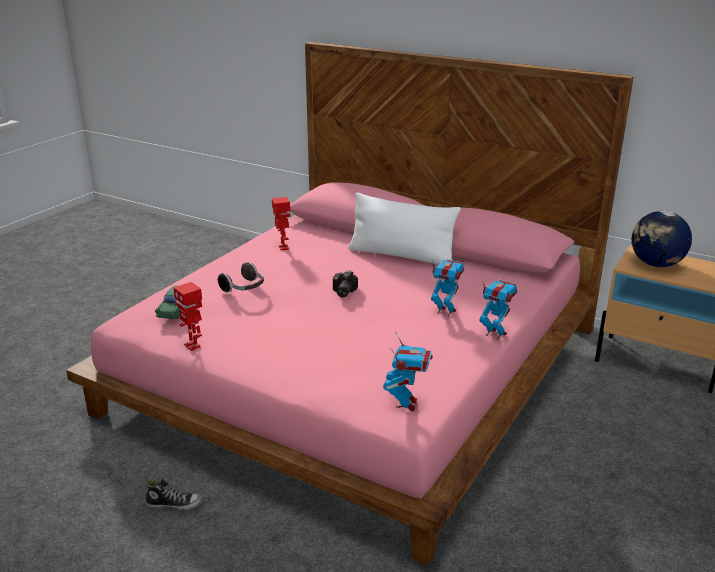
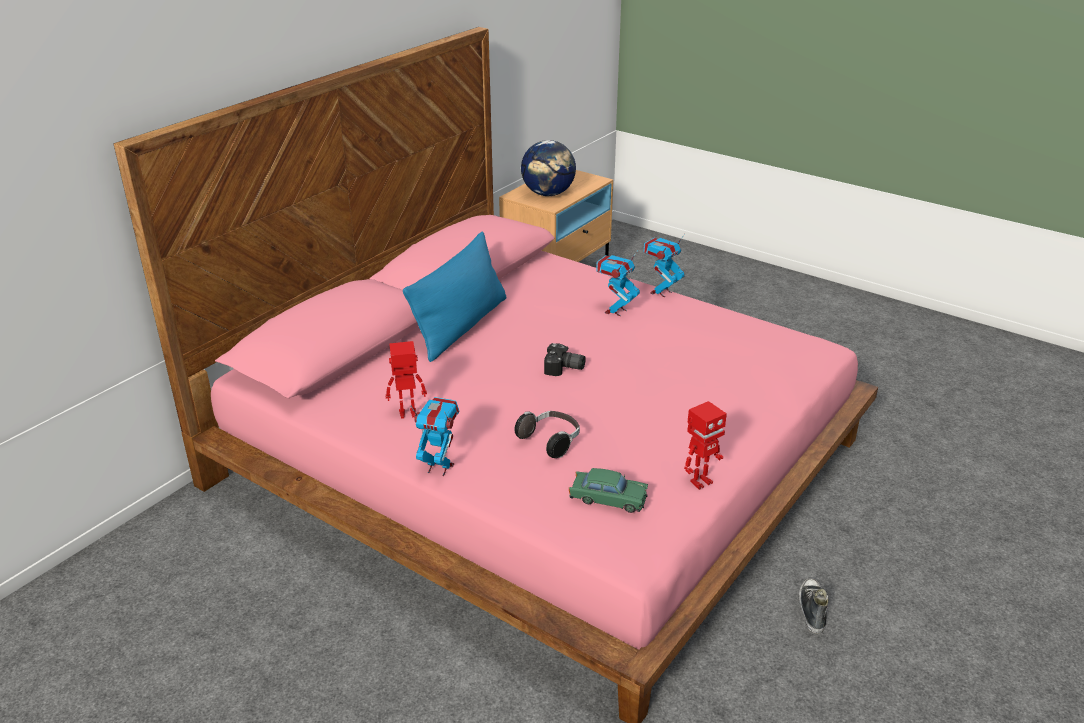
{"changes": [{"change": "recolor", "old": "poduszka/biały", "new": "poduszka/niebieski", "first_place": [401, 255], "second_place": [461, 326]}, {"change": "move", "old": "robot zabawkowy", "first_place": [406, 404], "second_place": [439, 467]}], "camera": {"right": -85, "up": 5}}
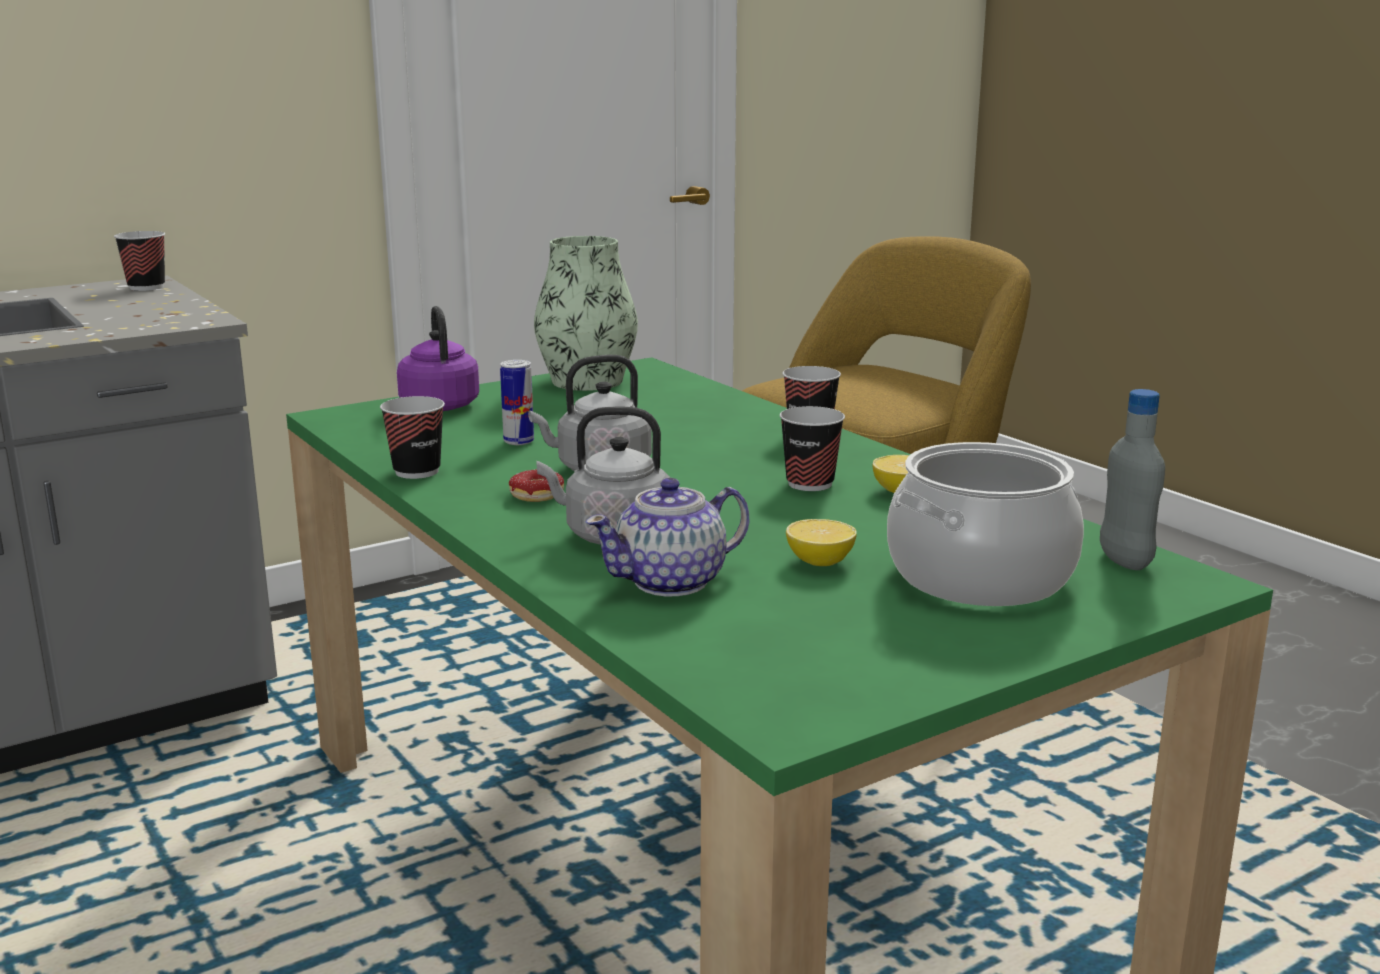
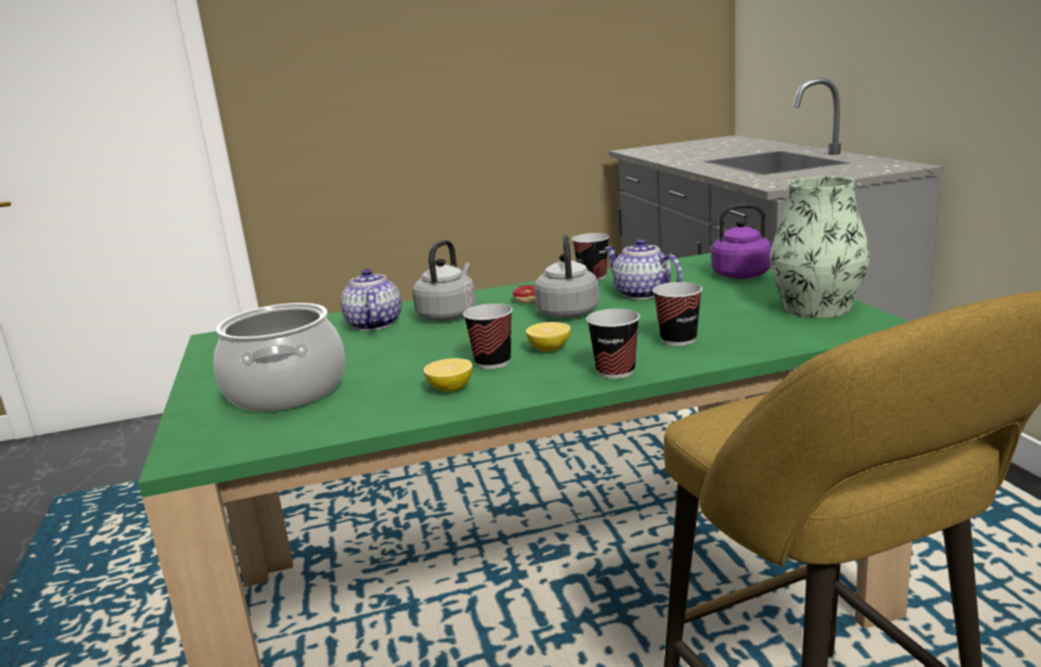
{"changes": [{"change": "move", "old": "cytryna", "first_place": [819, 562], "second_place": [549, 349]}, {"change": "replace", "old": "puszka", "new": "imbryk", "first_place": [518, 442], "second_place": [642, 294]}, {"change": "move", "old": "filiżanka", "first_place": [146, 287], "second_place": [678, 340]}, {"change": "delete", "old": "butelka/szary", "first_place": [1124, 561]}], "camera": {"right": 110, "up": 0}}
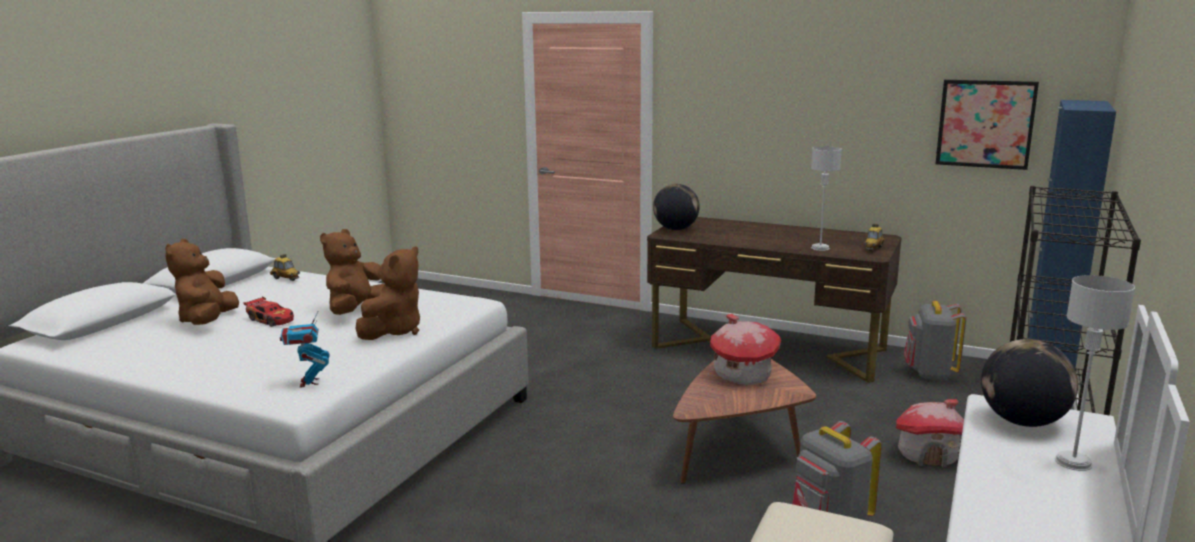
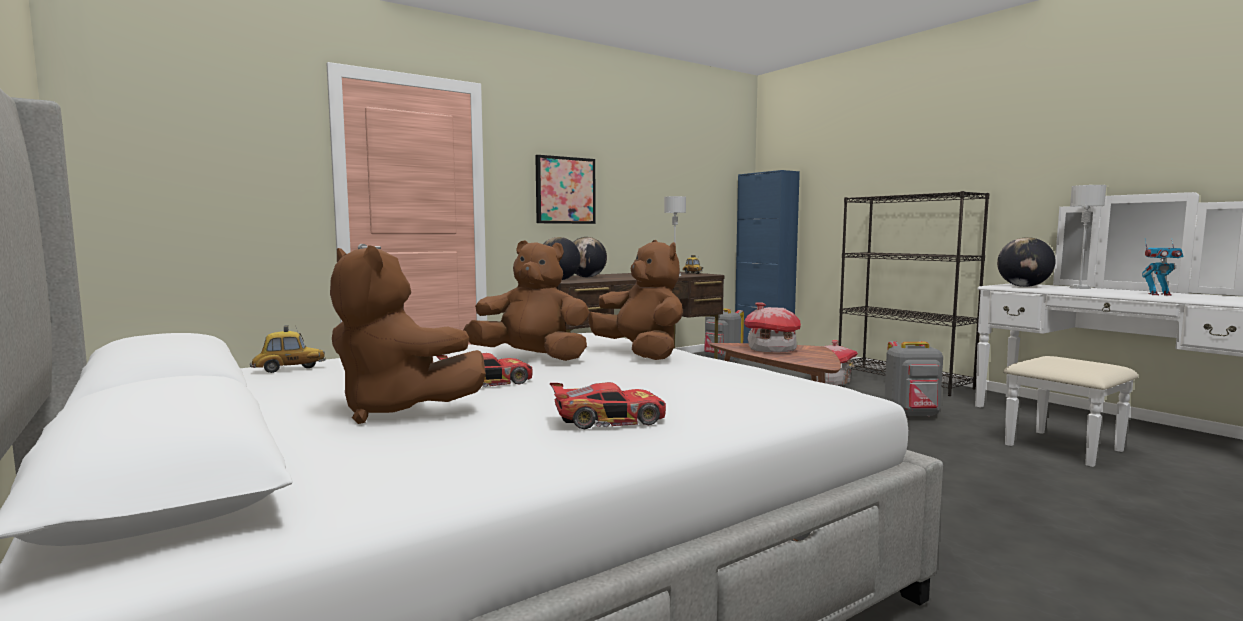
{"changes": [{"change": "rotate", "old": "pluszak/brązowy", "first_place": [356, 311], "second_place": [532, 358], "degrees": 135}, {"change": "move", "old": "obraz", "first_place": [985, 123], "second_place": [565, 190]}, {"change": "insert", "new": "samochodzik", "second_place": [609, 420]}, {"change": "insert", "new": "globus", "second_place": [586, 277]}, {"change": "move", "old": "robot zabawkowy", "first_place": [309, 382], "second_place": [1158, 294]}], "camera": {"right": -60, "up": -10}}
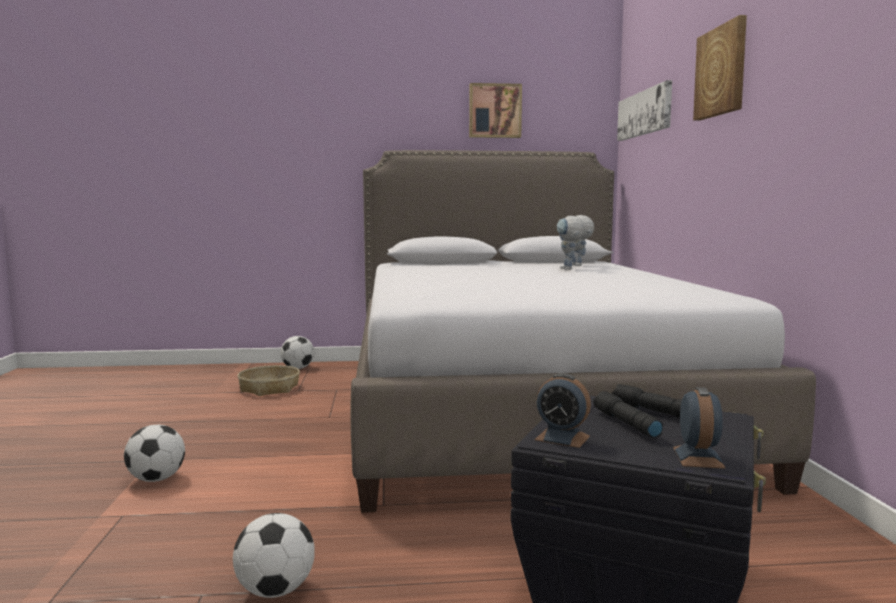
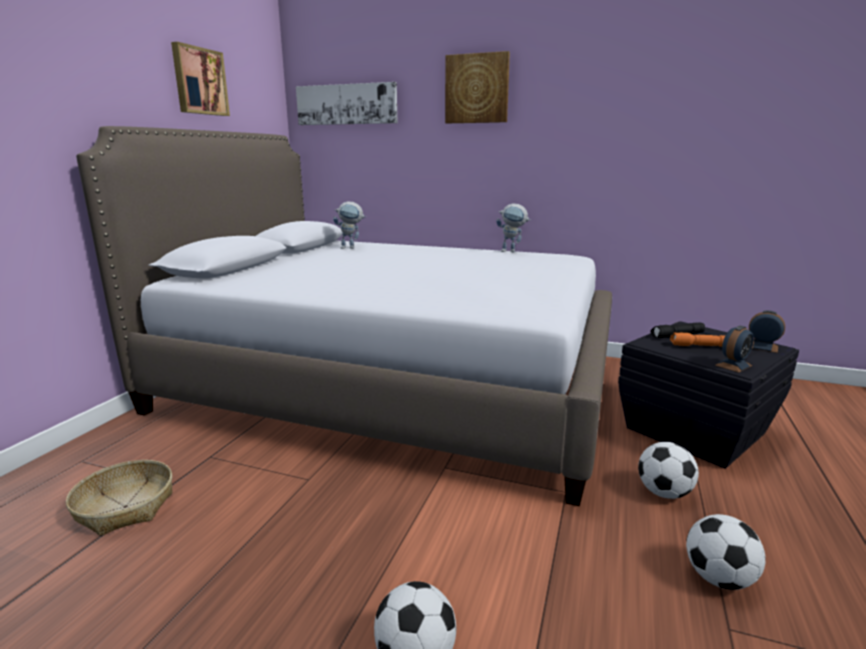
{"changes": [{"change": "move", "old": "robot zabawkowy", "first_place": [569, 269], "second_place": [512, 251]}, {"change": "move", "old": "piłka futbolowa", "first_place": [298, 368], "second_place": [664, 493]}, {"change": "recolor", "old": "latarka/czarny", "new": "latarka/pomarańczowy", "first_place": [625, 424], "second_place": [701, 346]}], "camera": {"right": -65, "up": 10}}
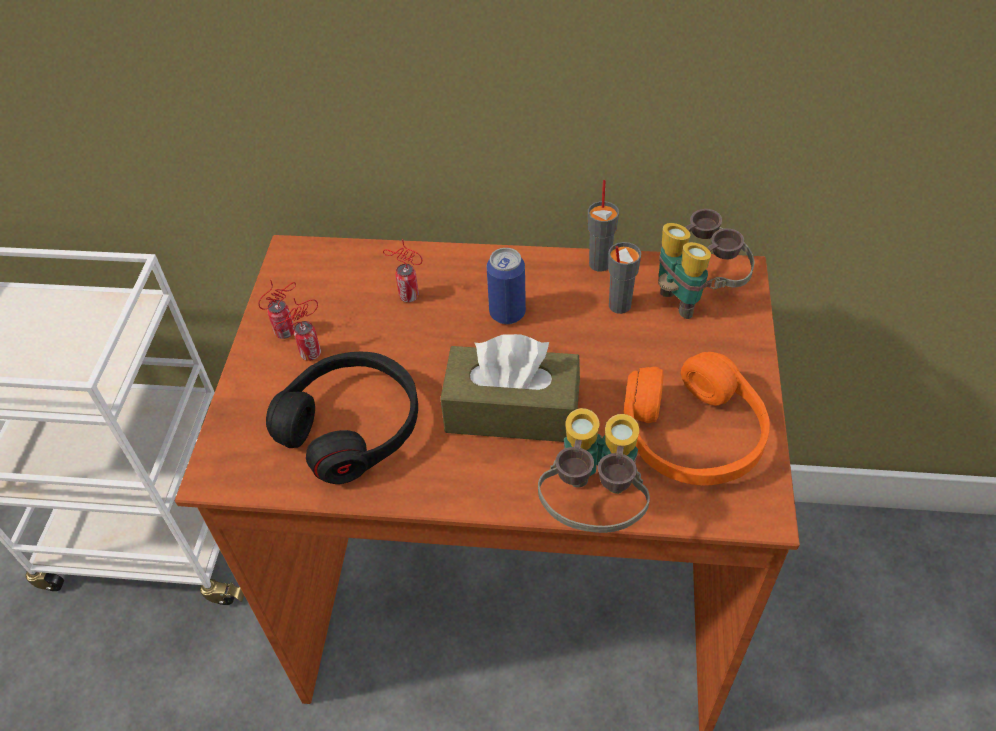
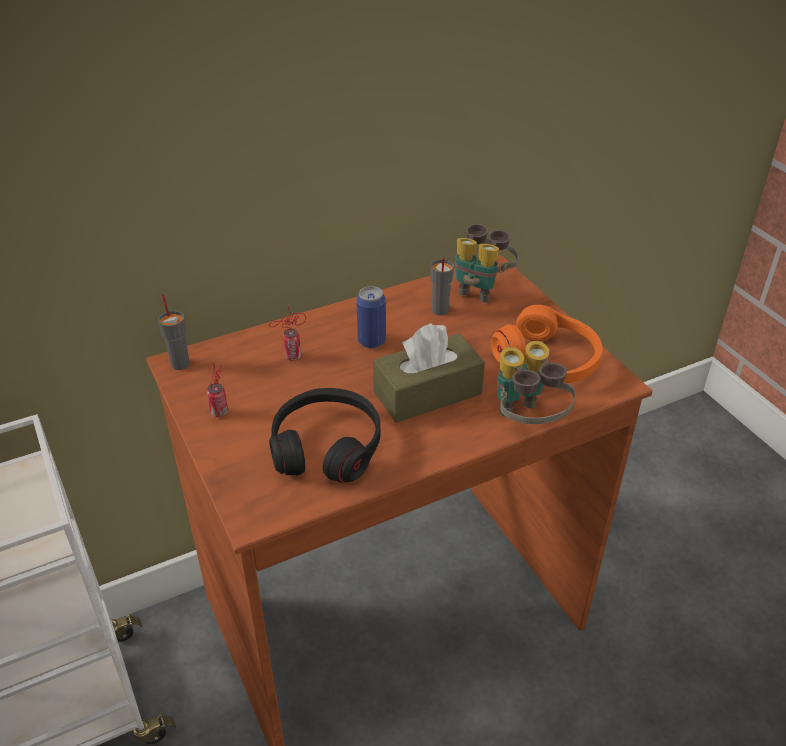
{"changes": [{"change": "move", "old": "filiżanka/szary", "first_place": [600, 263], "second_place": [180, 363]}, {"change": "delete", "old": "puszka", "first_place": [308, 355]}], "camera": {"right": -35, "up": -10}}
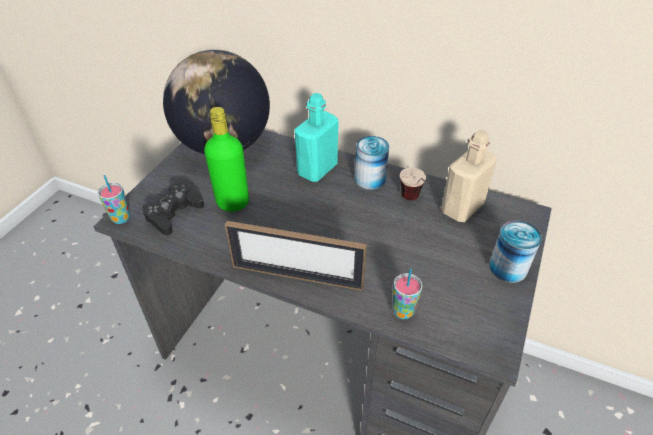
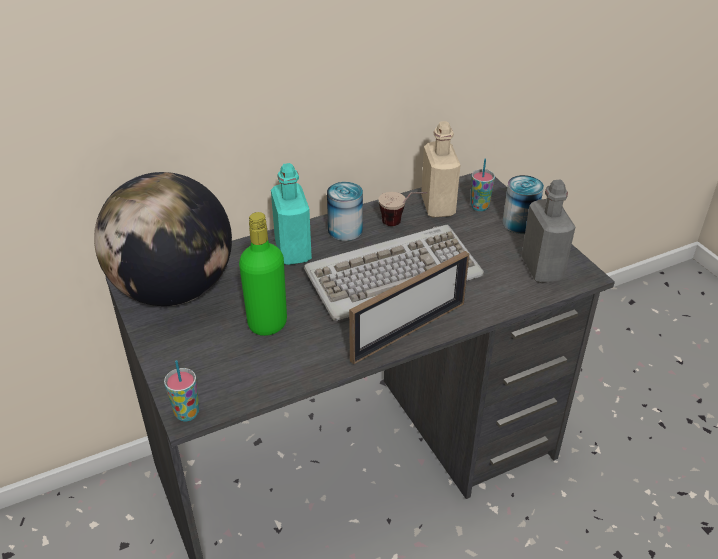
{"changes": [{"change": "insert", "new": "klawiatura", "second_place": [393, 275]}, {"change": "move", "old": "filiżanka", "first_place": [403, 311], "second_place": [479, 207]}, {"change": "insert", "new": "butelka/szary", "second_place": [542, 268]}, {"change": "delete", "old": "pad do gier/czarny", "first_place": [173, 213]}], "camera": {"right": -50, "up": -5}}
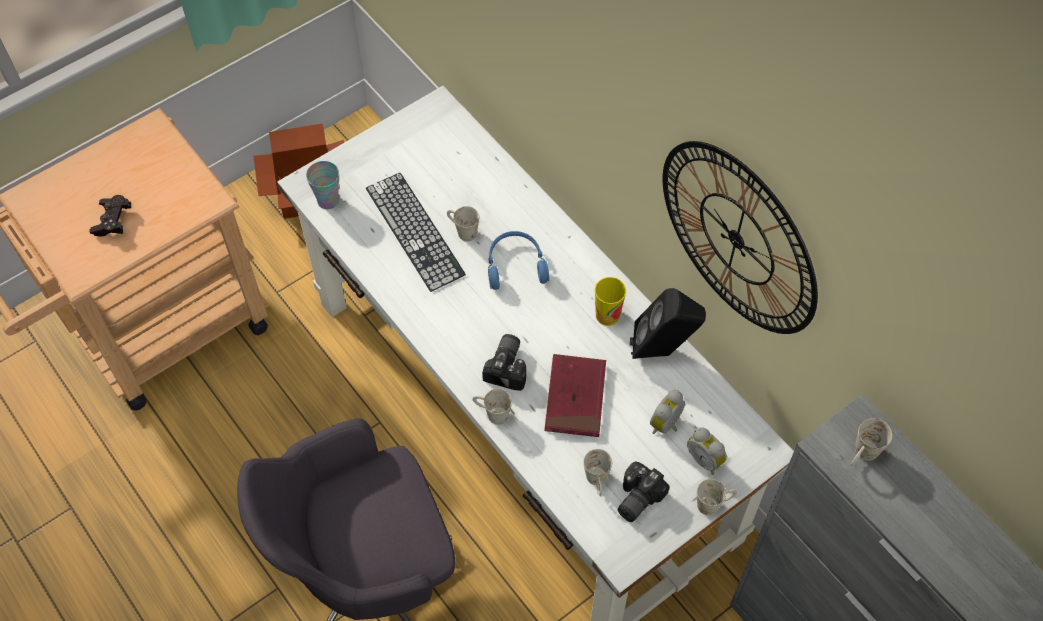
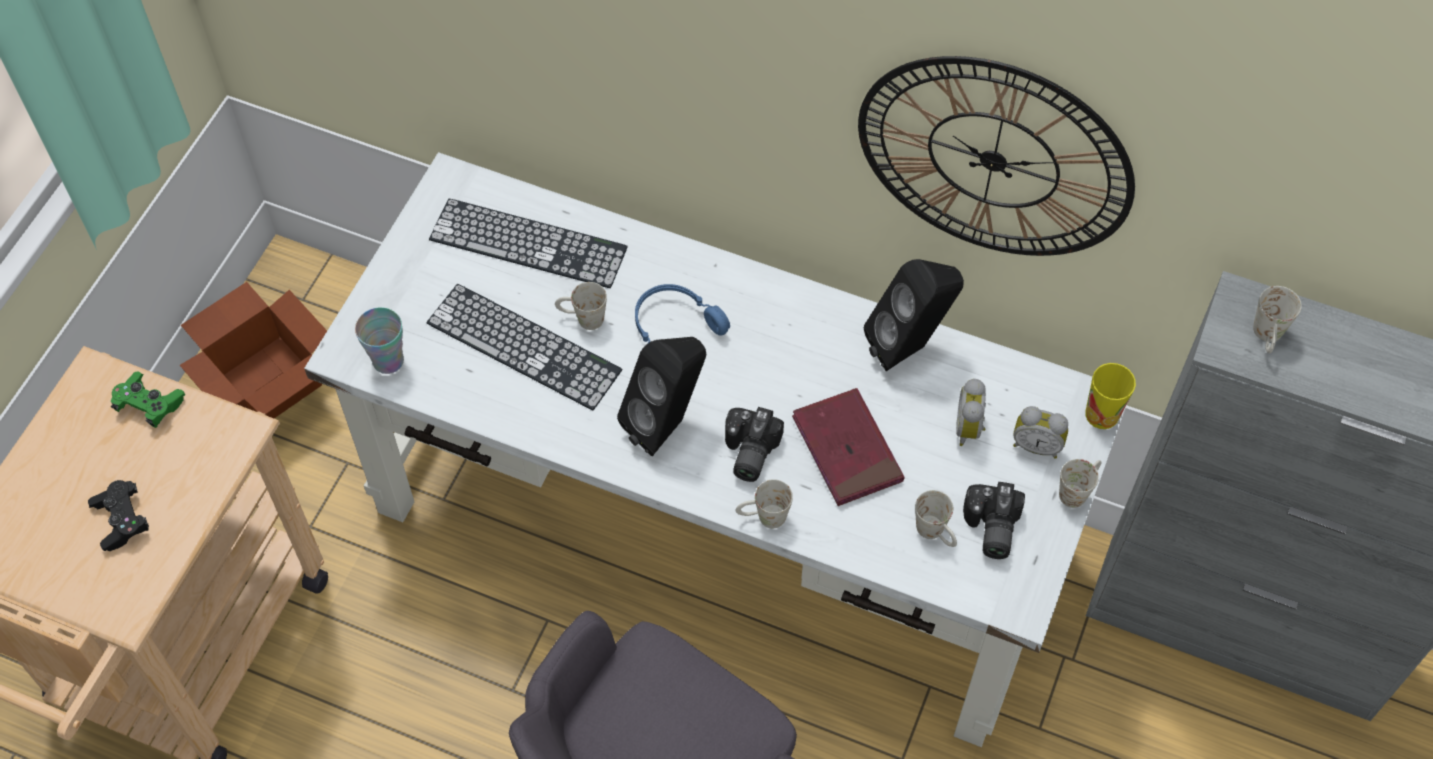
{"changes": [{"change": "insert", "new": "pad do gier/zielony", "second_place": [149, 405]}, {"change": "insert", "new": "klawiatura", "second_place": [528, 243]}, {"change": "insert", "new": "głośnik/czarny", "second_place": [667, 423]}, {"change": "rotate", "old": "aparat fotograficzny", "first_place": [509, 367], "second_place": [747, 452], "degrees": -150}, {"change": "move", "old": "filiżanka", "first_place": [607, 315], "second_place": [1102, 414]}], "camera": {"right": -30, "up": 0}}
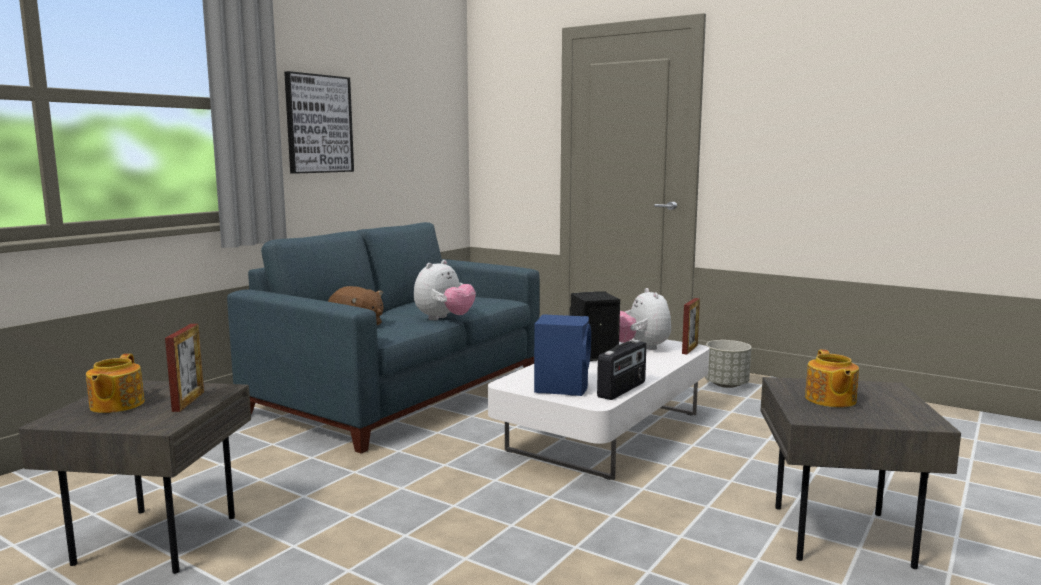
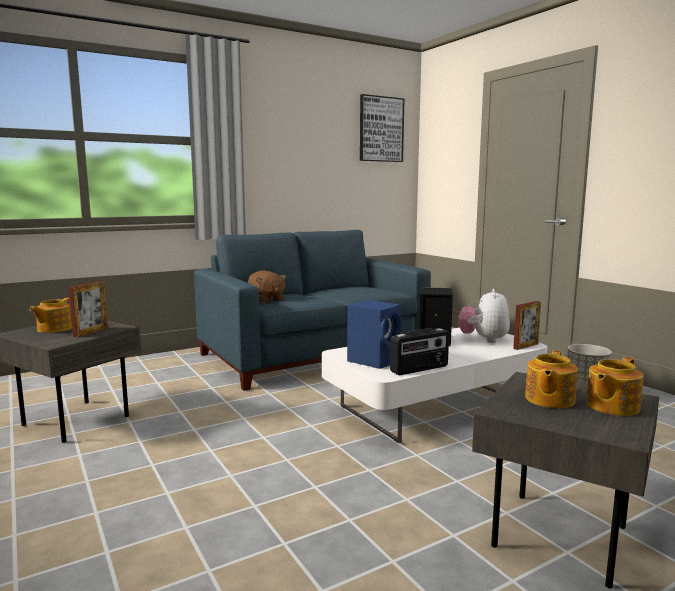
{"changes": [{"change": "move", "old": "obraz", "first_place": [318, 124], "second_place": [381, 129]}, {"change": "insert", "new": "imbryk", "second_place": [611, 406]}, {"change": "delete", "old": "pluszak", "first_place": [444, 319]}], "camera": {"right": 25, "up": 0}}
